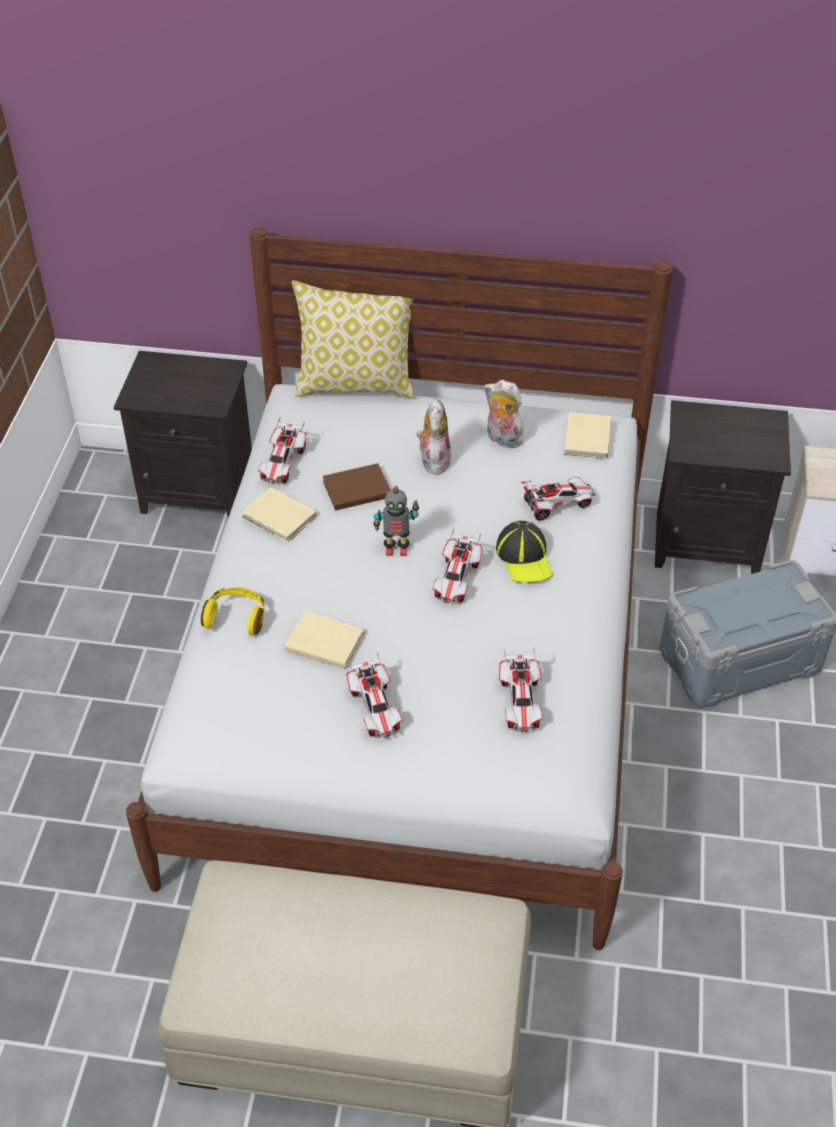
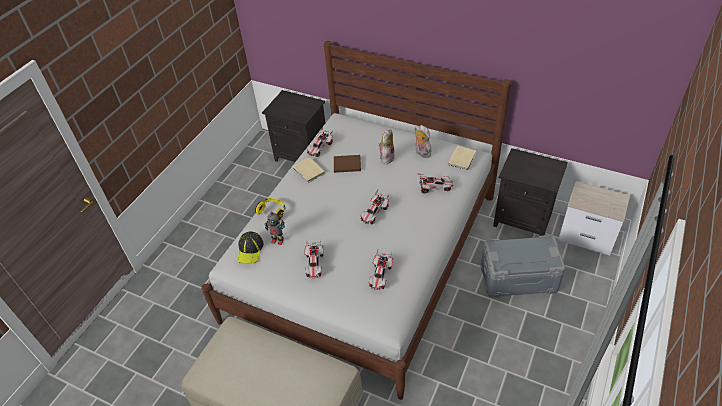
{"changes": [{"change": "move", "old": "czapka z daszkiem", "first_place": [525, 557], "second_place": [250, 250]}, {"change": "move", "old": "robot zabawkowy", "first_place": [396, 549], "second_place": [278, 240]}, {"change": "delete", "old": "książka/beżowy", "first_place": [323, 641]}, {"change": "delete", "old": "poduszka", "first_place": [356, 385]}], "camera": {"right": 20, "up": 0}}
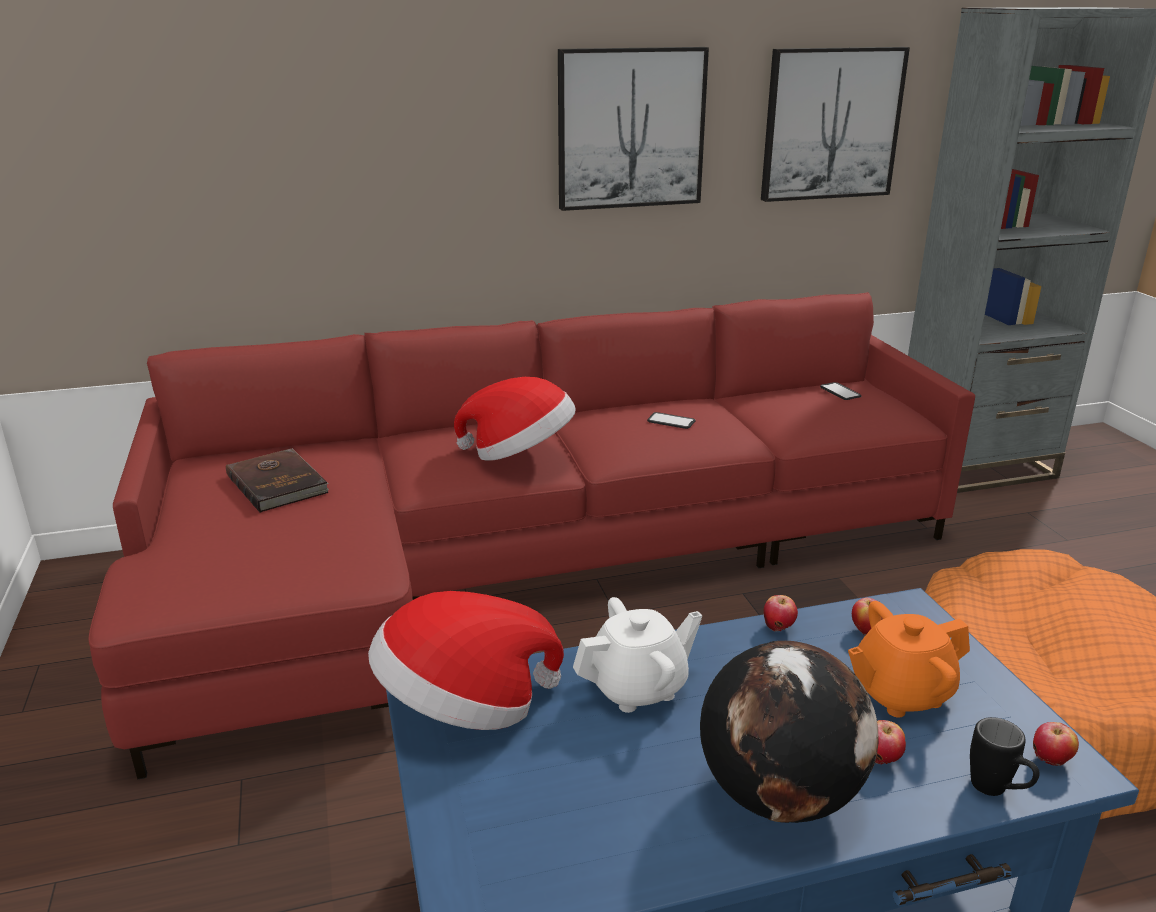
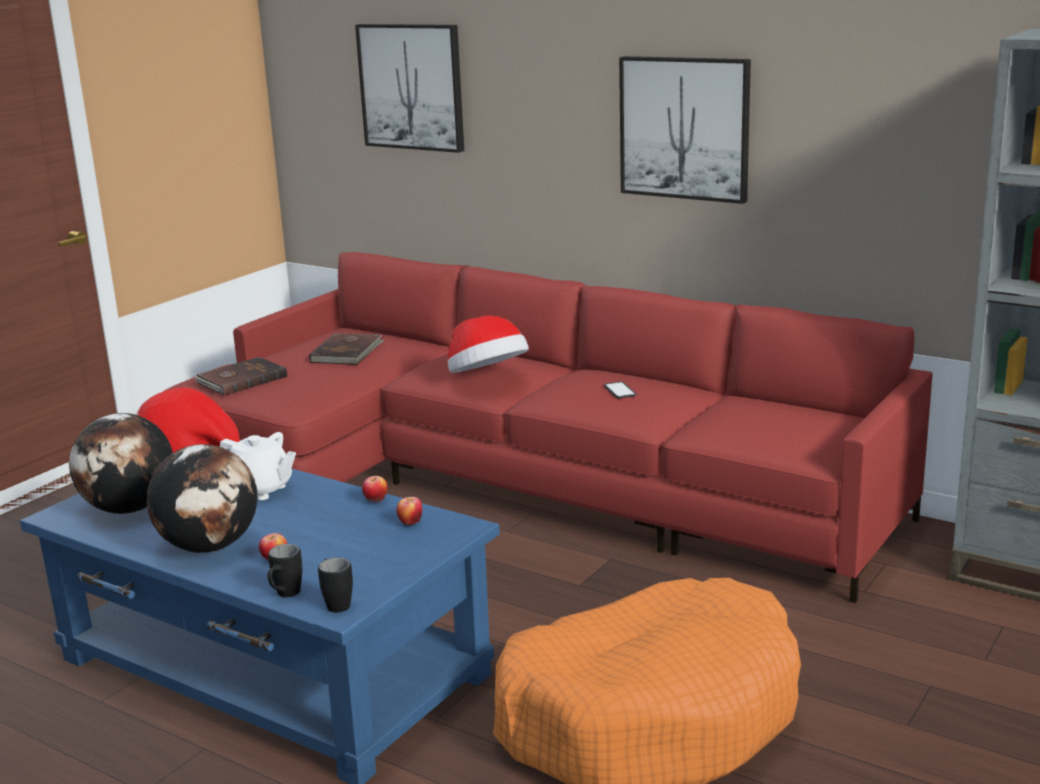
{"changes": [{"change": "insert", "new": "globus", "second_place": [130, 509]}, {"change": "insert", "new": "książka/brązowy", "second_place": [241, 380]}, {"change": "replace", "old": "jabłko", "new": "kubek/czarny", "first_place": [1050, 761], "second_place": [336, 603]}, {"change": "move", "old": "obraz", "first_place": [831, 124], "second_place": [412, 87]}, {"change": "delete", "old": "telefon", "first_place": [840, 392]}, {"change": "delete", "old": "imbryk/pomarańczowy", "first_place": [900, 693]}], "camera": {"right": 50, "up": -5}}
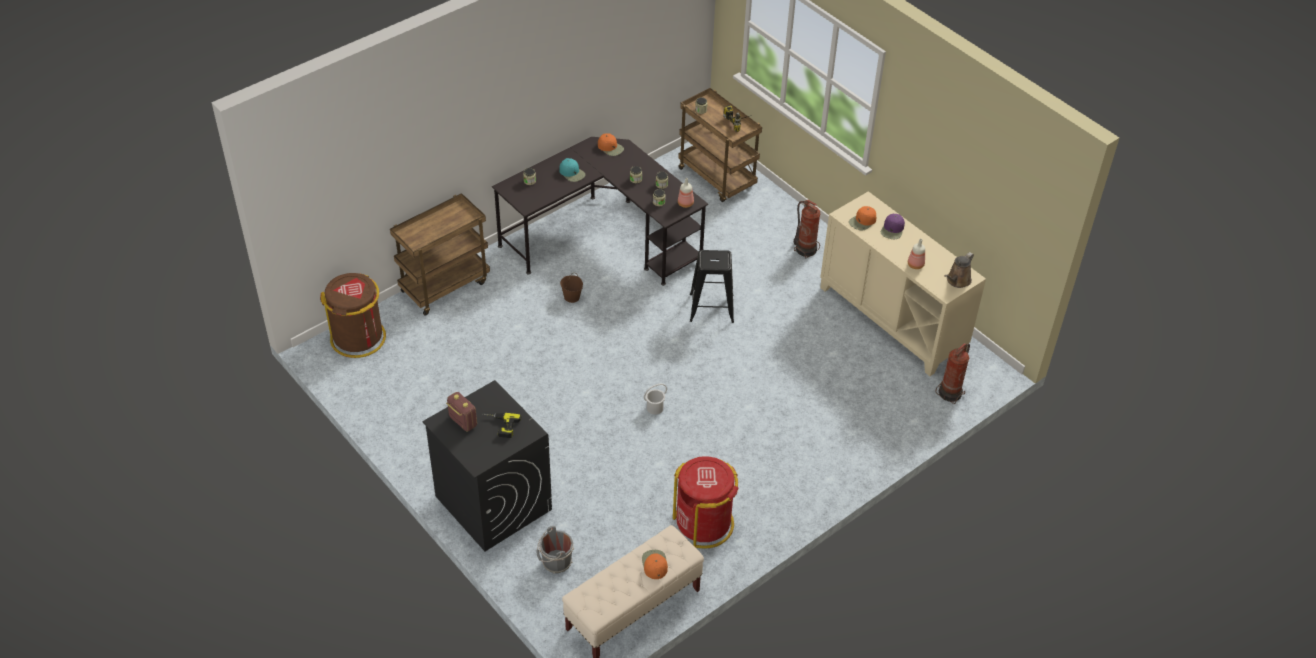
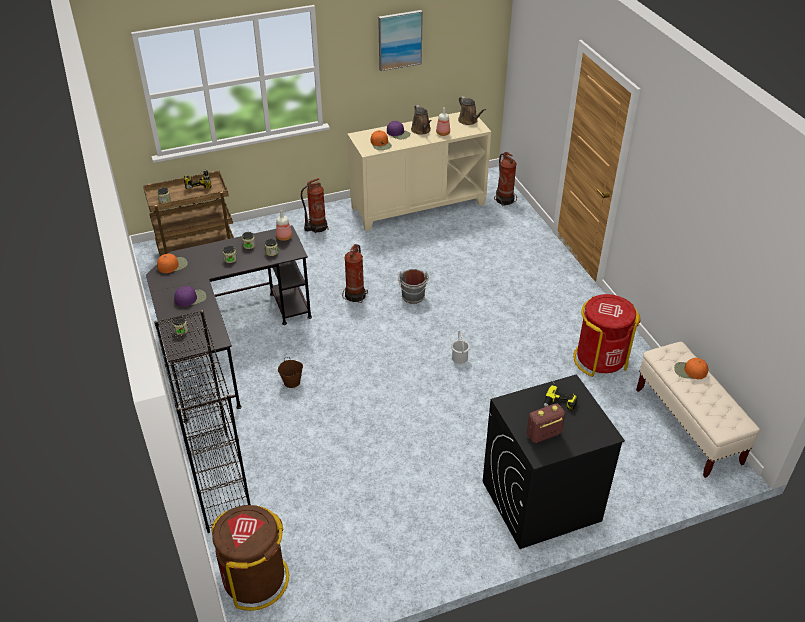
{"changes": [{"change": "replace", "old": "wózek/brązowy", "new": "regał/czarny", "first_place": [445, 285], "second_place": [217, 480]}, {"change": "recolor", "old": "czapka z daszkiem/turkusowy", "new": "czapka z daszkiem/fioletowy", "first_place": [572, 173], "second_place": [191, 298]}, {"change": "replace", "old": "stołek/czarny", "new": "gaśnica", "first_place": [712, 308], "second_place": [356, 295]}, {"change": "insert", "new": "obraz", "second_place": [399, 40]}, {"change": "move", "old": "wiadro/szary", "first_place": [555, 562], "second_place": [413, 297]}, {"change": "insert", "new": "konewka/brązowy", "second_place": [421, 130]}], "camera": {"right": -70, "up": -5}}
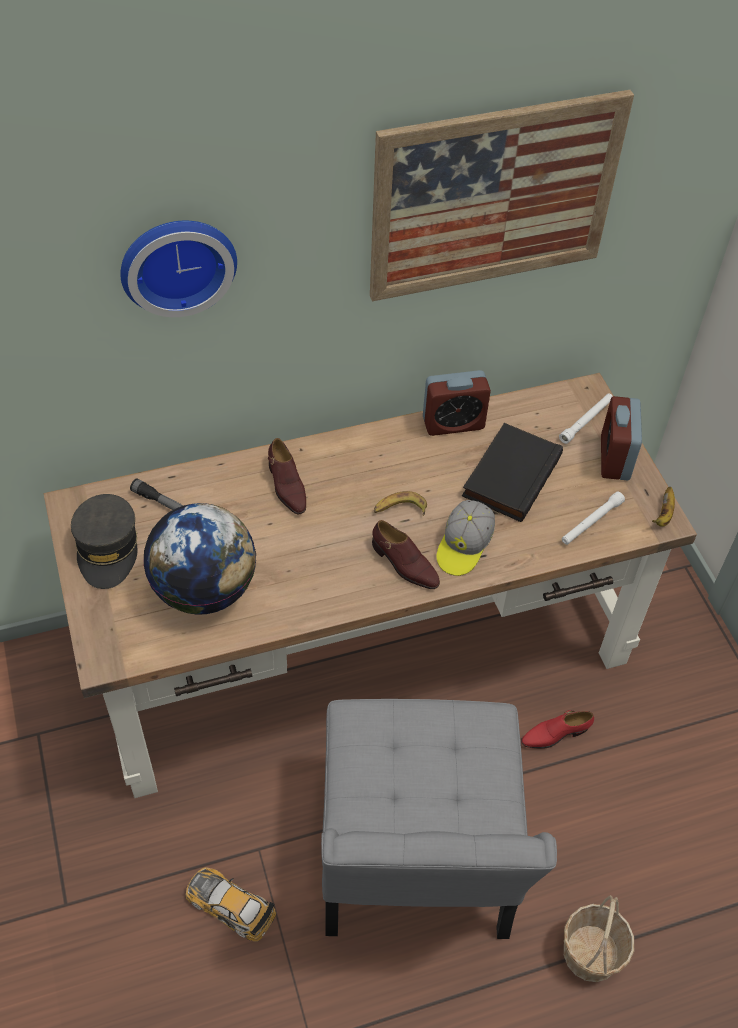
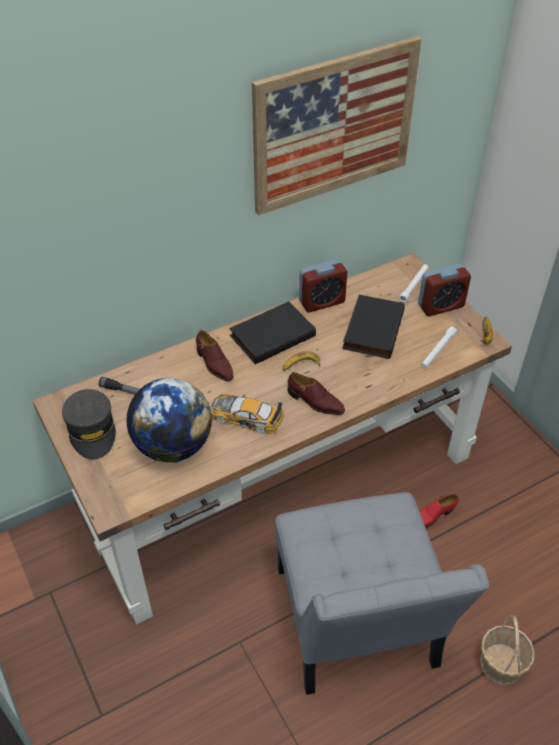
{"changes": [{"change": "move", "old": "samochodzik", "first_place": [229, 905], "second_place": [245, 417]}, {"change": "insert", "new": "książka/czarny", "second_place": [272, 335]}, {"change": "rotate", "old": "budzik", "first_place": [614, 458], "second_place": [440, 306], "degrees": -105}, {"change": "delete", "old": "zegar ścienny", "first_place": [177, 262]}, {"change": "delete", "old": "czapka z daszkiem", "first_place": [464, 546]}], "camera": {"right": -10, "up": -5}}
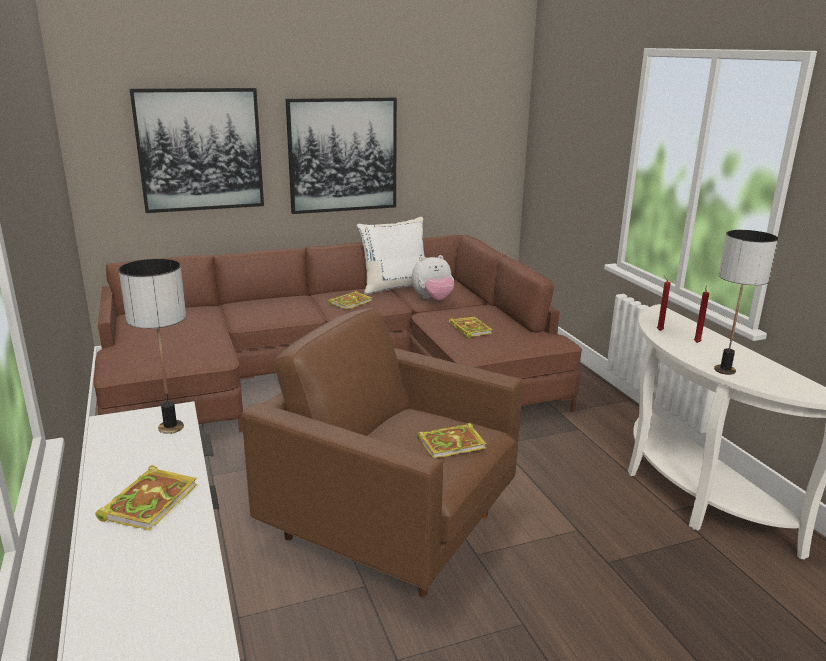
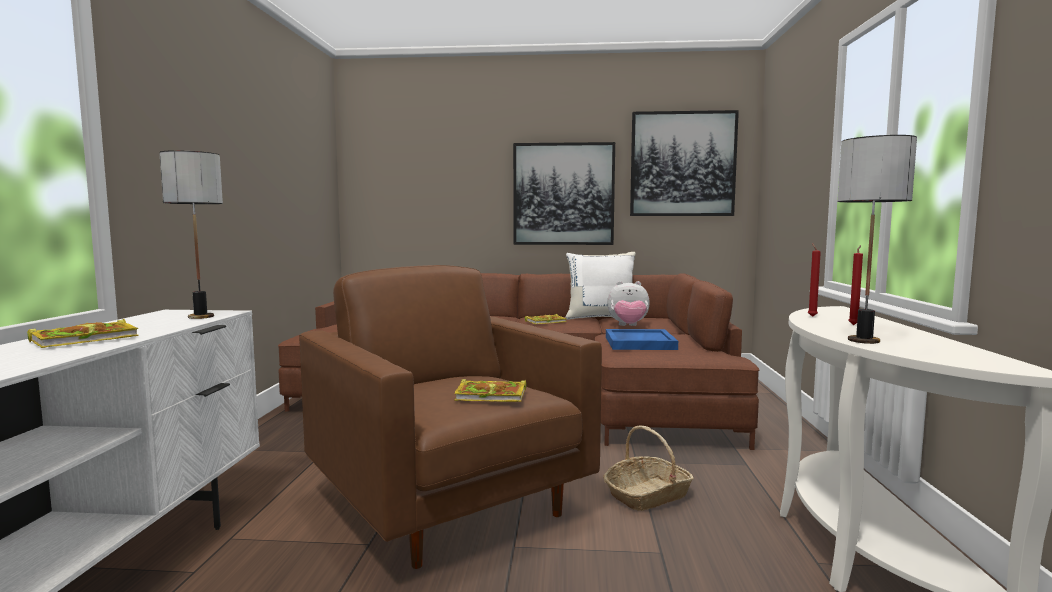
{"changes": [{"change": "insert", "new": "koszyk", "second_place": [647, 495]}, {"change": "replace", "old": "książka", "new": "taca/niebieski", "first_place": [469, 329], "second_place": [639, 343]}, {"change": "move", "old": "obraz", "first_place": [200, 150], "second_place": [682, 164]}], "camera": {"right": 25, "up": -15}}
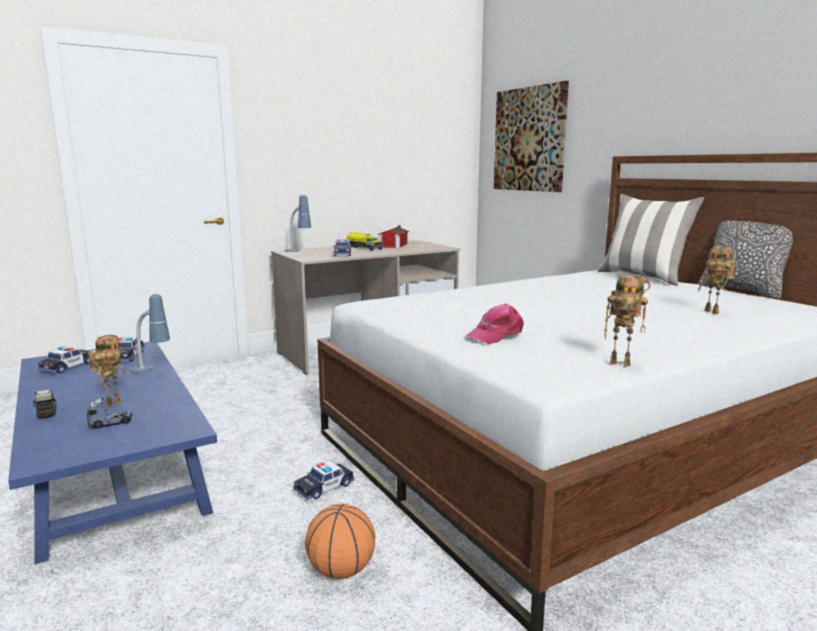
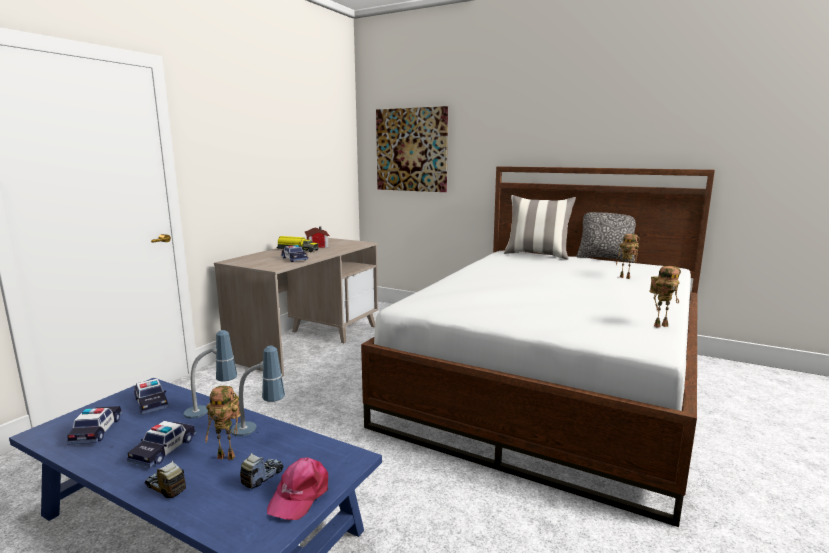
{"changes": [{"change": "move", "old": "samochodzik", "first_place": [324, 487], "second_place": [164, 450]}, {"change": "rotate", "old": "robot zabawkowy", "first_place": [113, 403], "second_place": [228, 456], "degrees": 105}, {"change": "move", "old": "lampa stołowa", "first_place": [298, 252], "second_place": [259, 431]}, {"change": "move", "old": "czapka z daszkiem/różowy", "first_place": [495, 335], "second_place": [300, 495]}, {"change": "delete", "old": "piłka do koszykówki", "first_place": [341, 571]}], "camera": {"right": -30, "up": 0}}
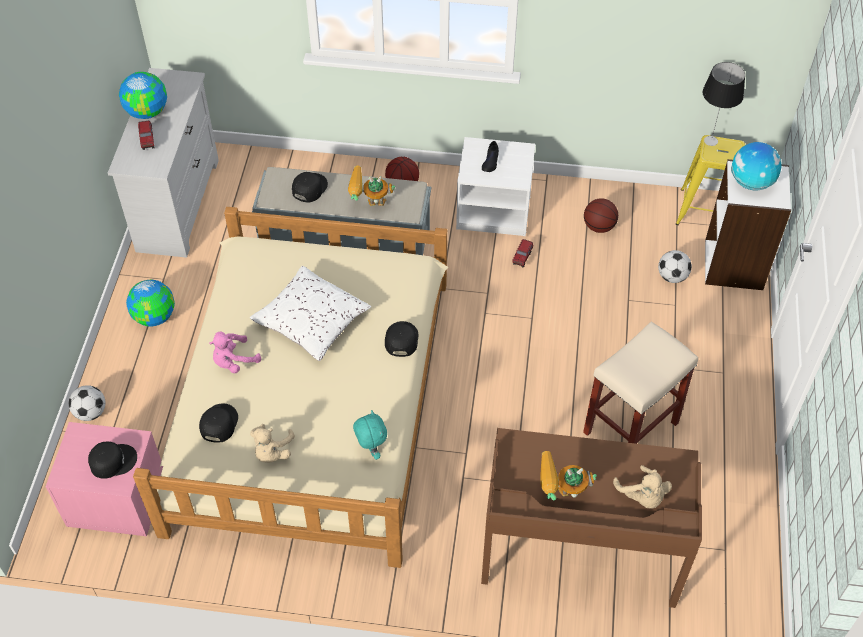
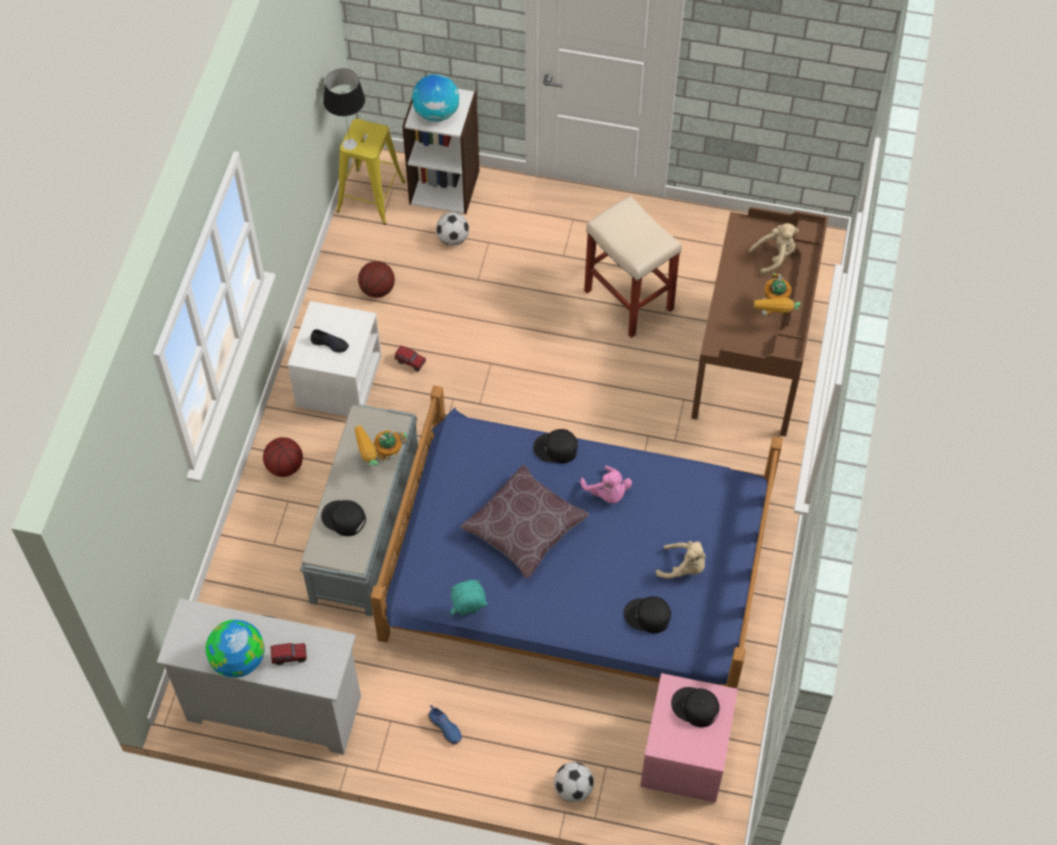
{"changes": [{"change": "rotate", "old": "robot zabawkowy", "first_place": [369, 206], "second_place": [381, 461], "degrees": 60}, {"change": "recolor", "old": "łóżko/beżowy", "new": "łóżko/niebieski", "first_place": [311, 401], "second_place": [576, 569]}, {"change": "replace", "old": "globus", "new": "but/niebieski", "first_place": [155, 316], "second_place": [446, 727]}, {"change": "move", "old": "pluszak/turkusowy", "first_place": [371, 450], "second_place": [469, 613]}, {"change": "recolor", "old": "poduszka/biały", "new": "poduszka/brązowy", "first_place": [312, 321], "second_place": [525, 528]}, {"change": "move", "old": "pluszak/różowy", "first_place": [234, 361], "second_place": [607, 493]}, {"change": "rotate", "old": "czapka z daszkiem/czarny", "first_place": [112, 460], "second_place": [695, 708], "degrees": -45}], "camera": {"right": -85, "up": 5}}
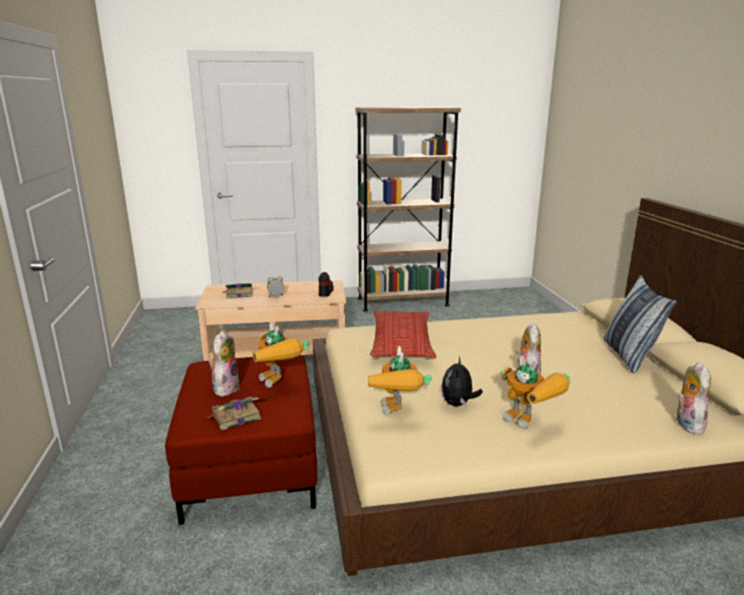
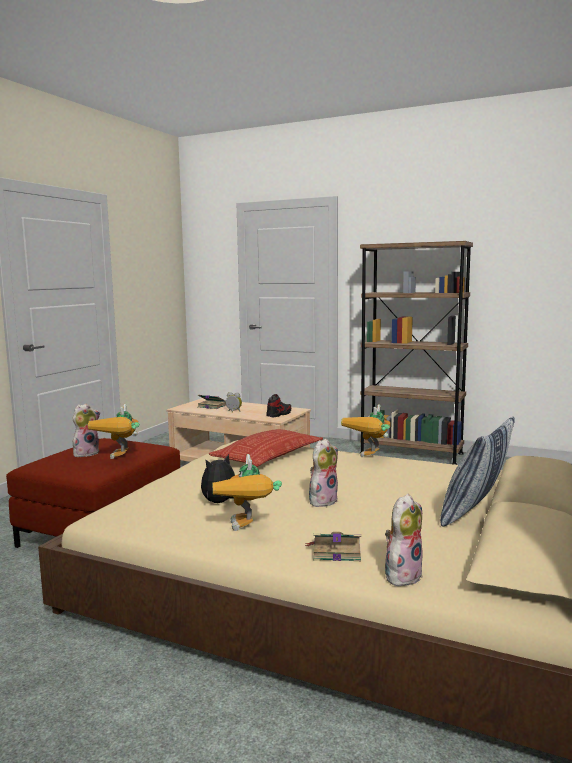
{"changes": [{"change": "move", "old": "książka", "first_place": [235, 416], "second_place": [335, 551]}, {"change": "move", "old": "robot zabawkowy", "first_place": [398, 413], "second_place": [370, 458]}], "camera": {"right": 35, "up": -10}}
